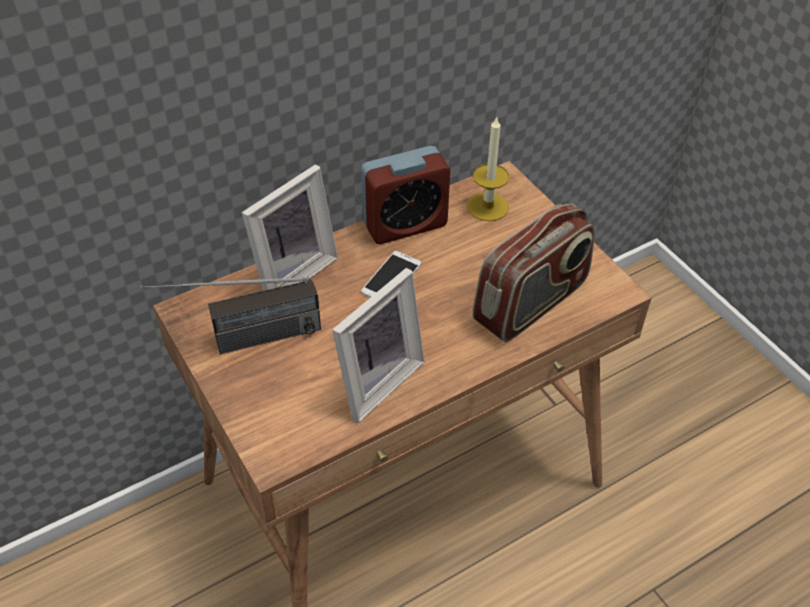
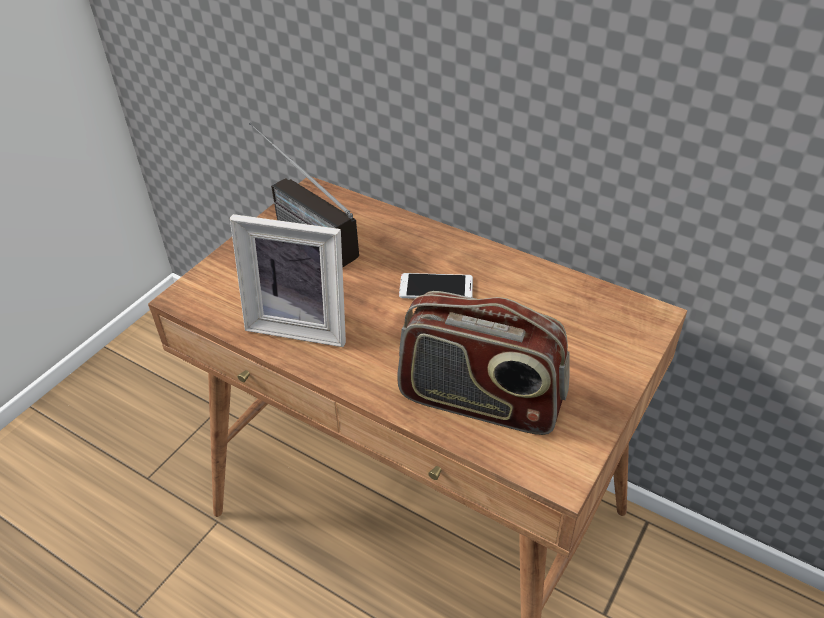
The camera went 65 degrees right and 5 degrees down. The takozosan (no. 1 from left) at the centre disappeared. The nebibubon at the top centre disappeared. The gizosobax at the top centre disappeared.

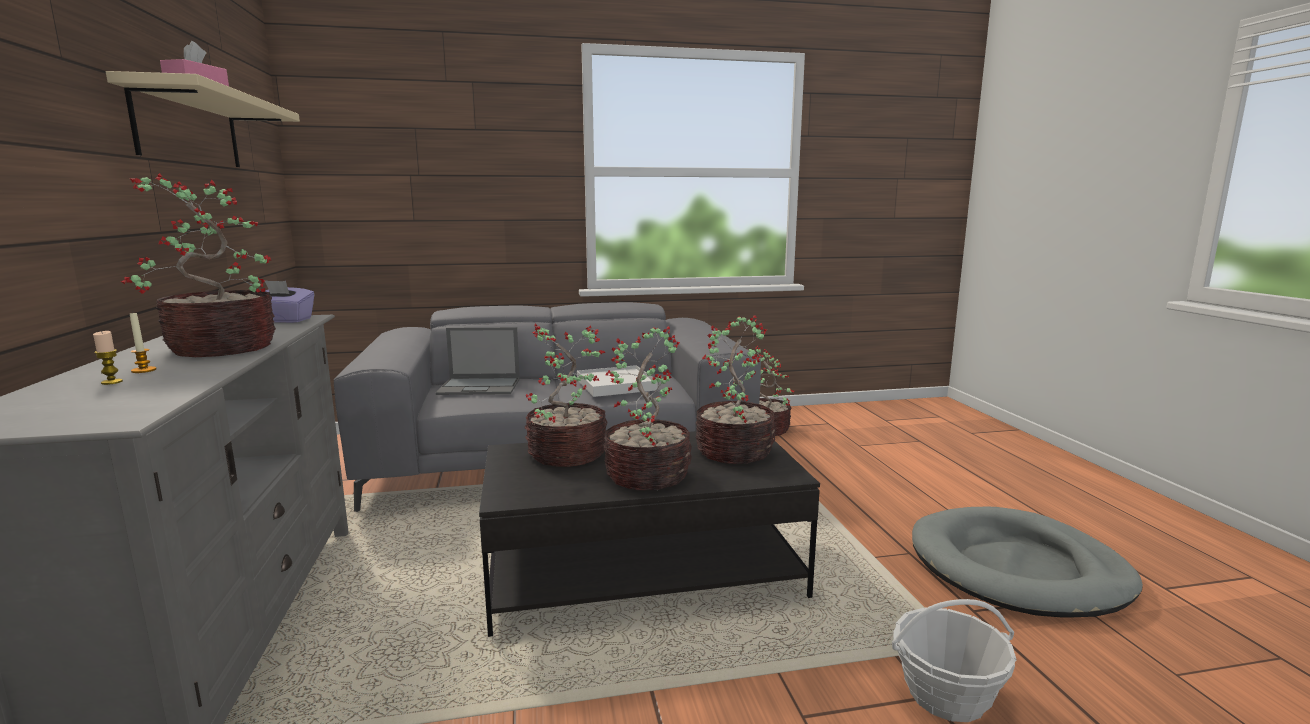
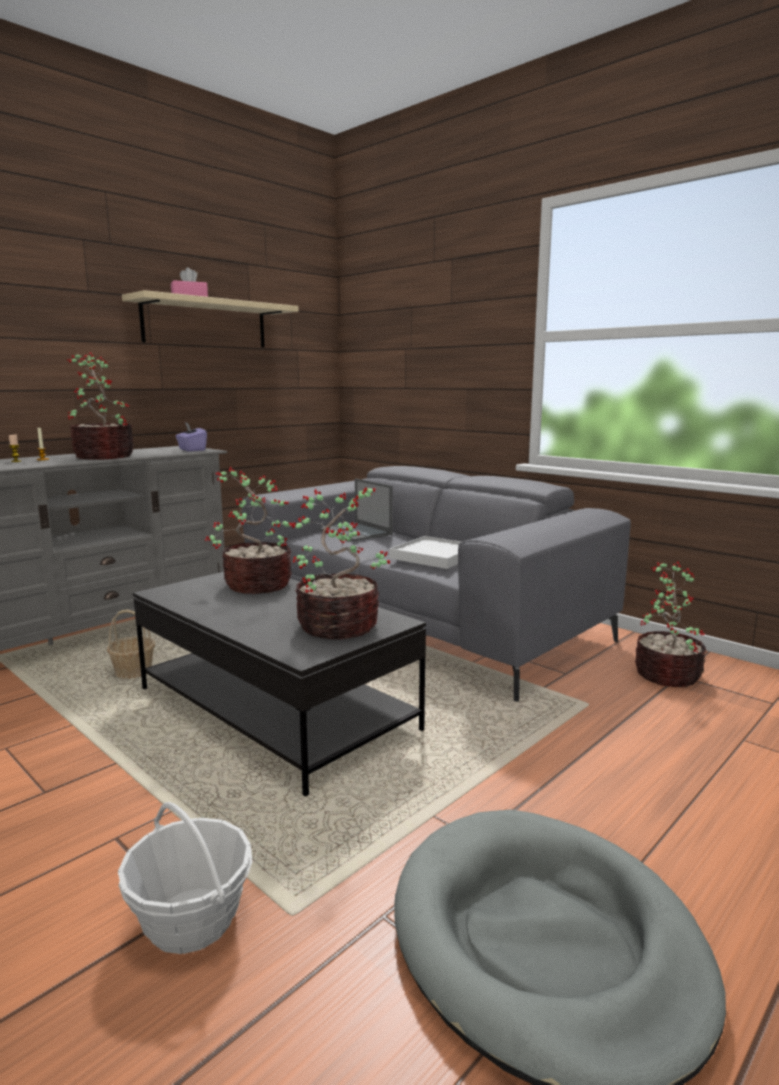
The camera went 55 degrees right and 0 degrees up. The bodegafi (no. 1 from left) at the middle left appeared. The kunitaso (no. 3 from left) at the centre disappeared.

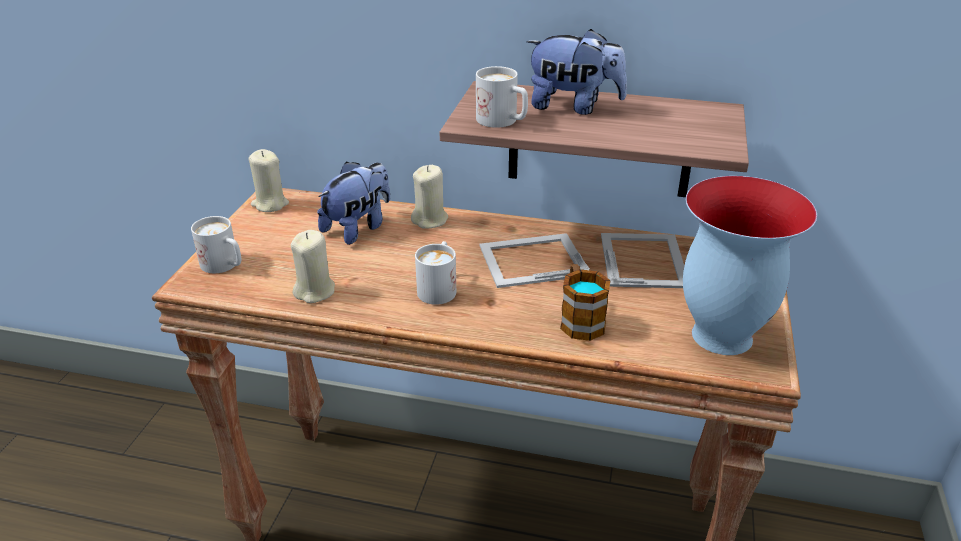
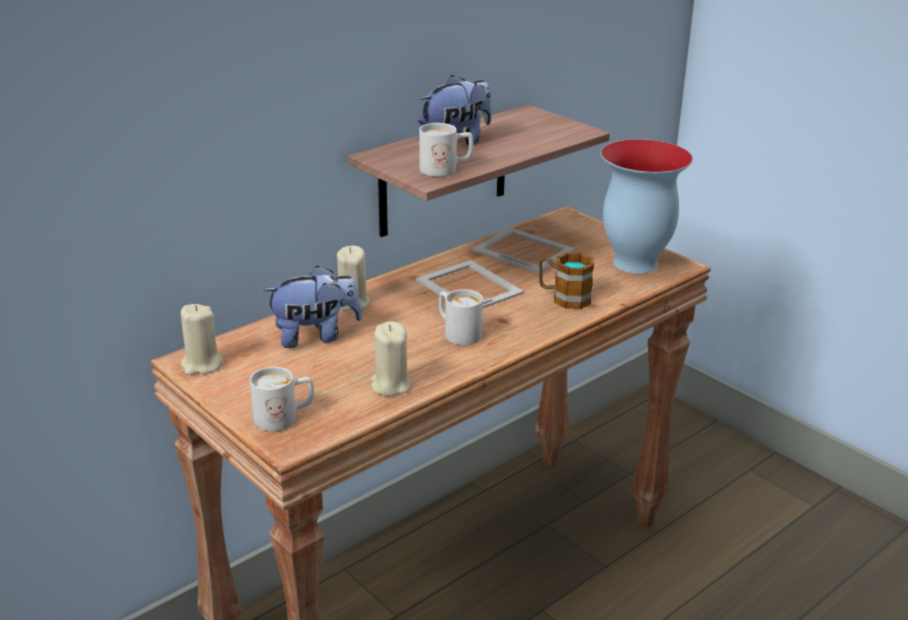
The camera went 55 degrees left and 5 degrees down. The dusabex (no. 1 from left) at the centre turned 90 degrees clockwise. The takozosan (no. 1 from left) at the centre turned 120 degrees clockwise.

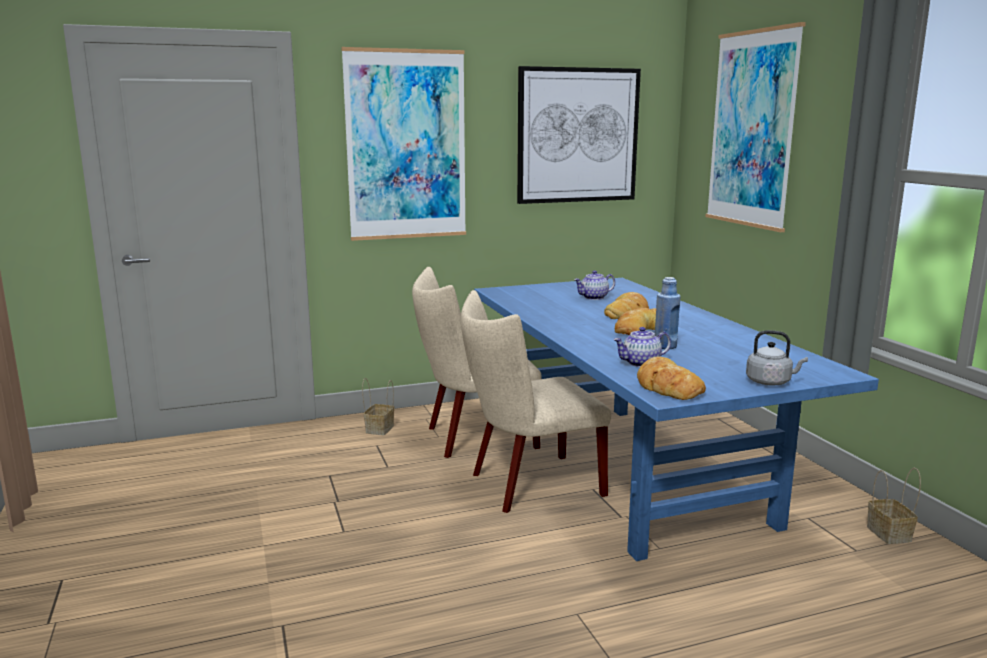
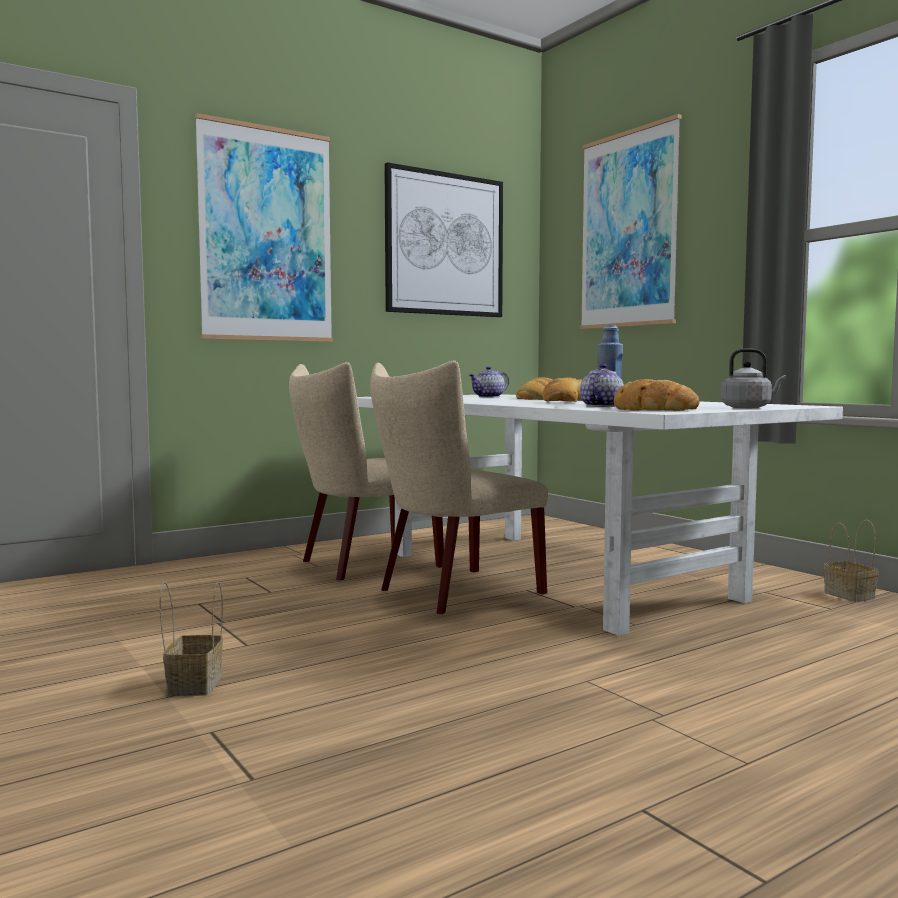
The camera went 15 degrees left and 10 degrees down. The bodegafi (no. 1 from left) moved from the centre to the bottom left. The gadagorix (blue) at the middle right became the gadagorix (white) at the middle right. The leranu (no. 2 from left) at the centre turned 150 degrees clockwise.

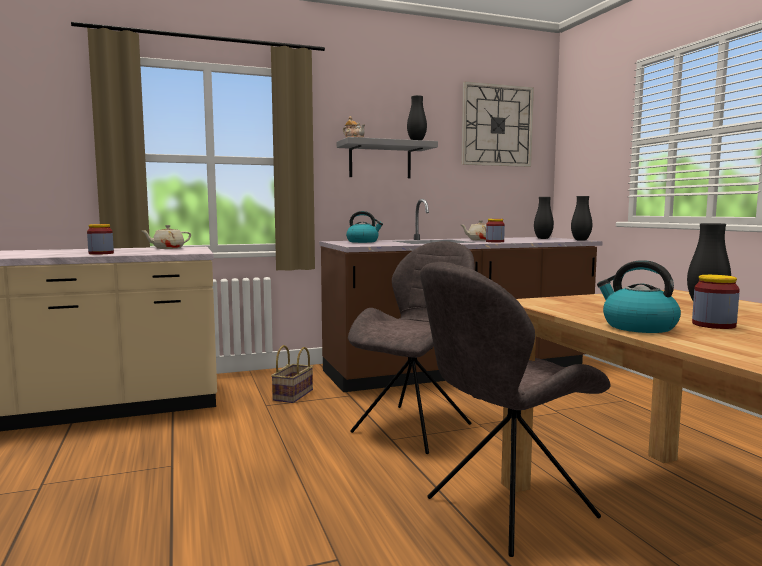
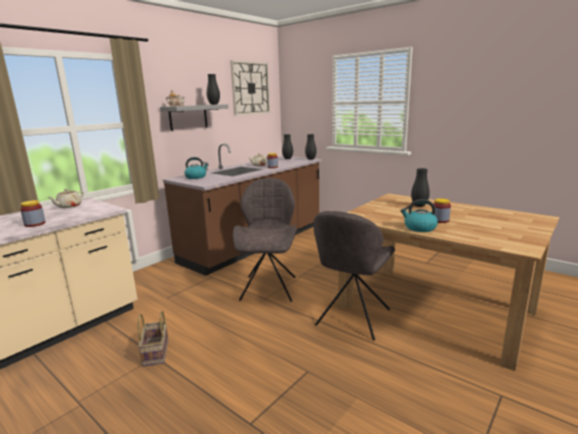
The camera went 30 degrees left and 10 degrees up. The bodegafi moved from the centre to the bottom left.

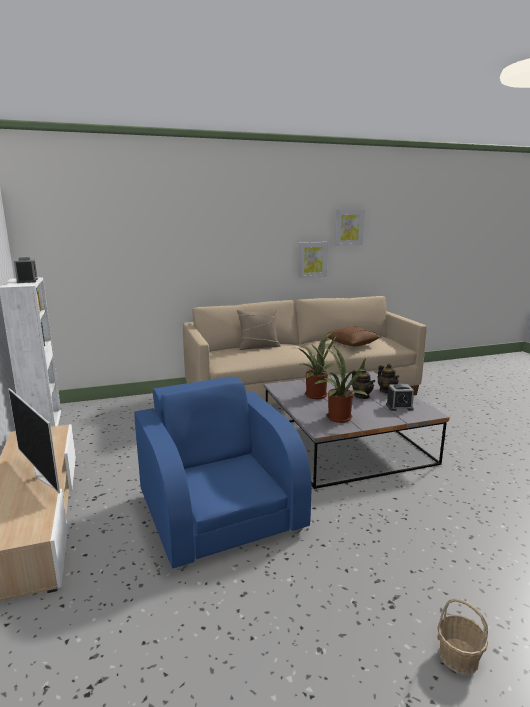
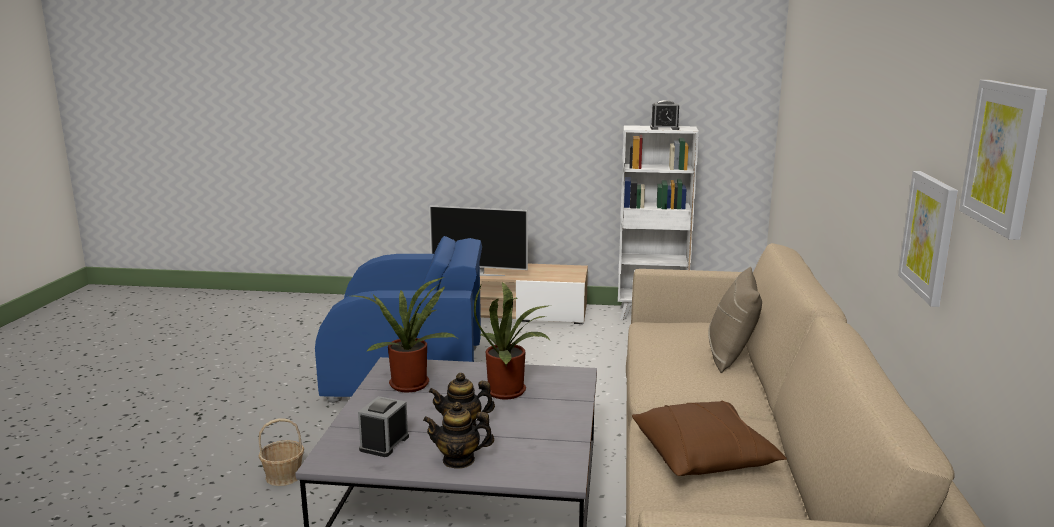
The camera went 115 degrees right and 0 degrees up. The bodegafi moved from the bottom right to the bottom left. The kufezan at the middle left turned 150 degrees counterclockwise.

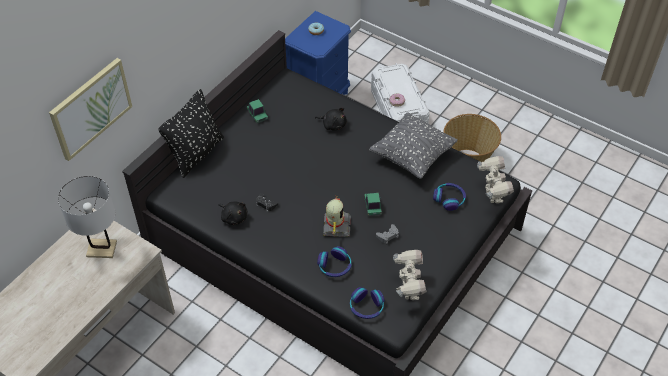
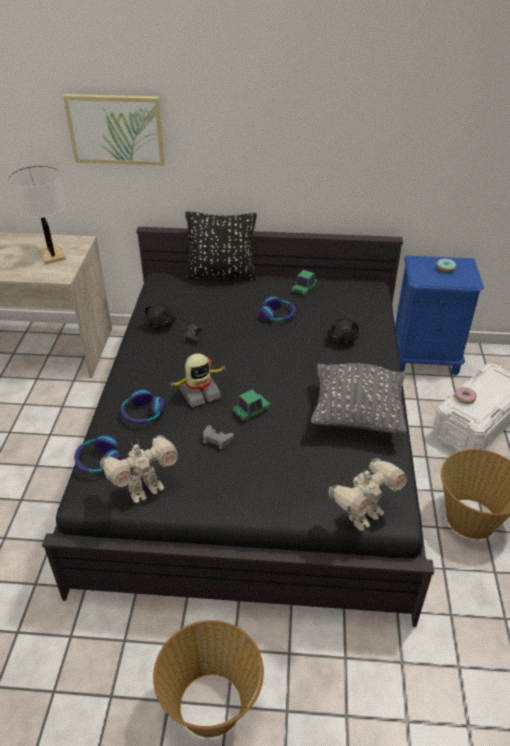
The camera went 60 degrees right and 10 degrees down. The bodegafi (no. 1 from left) at the bottom centre appeared. The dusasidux (no. 3 from left) moved from the middle right to the centre.

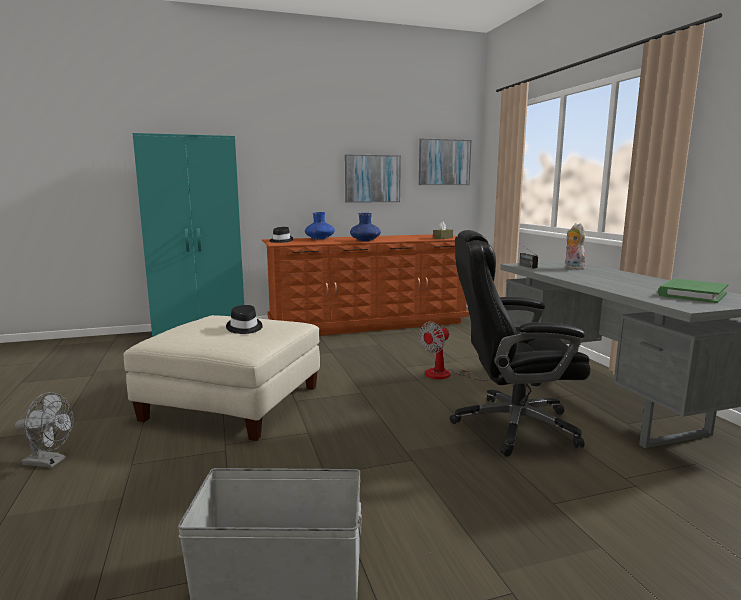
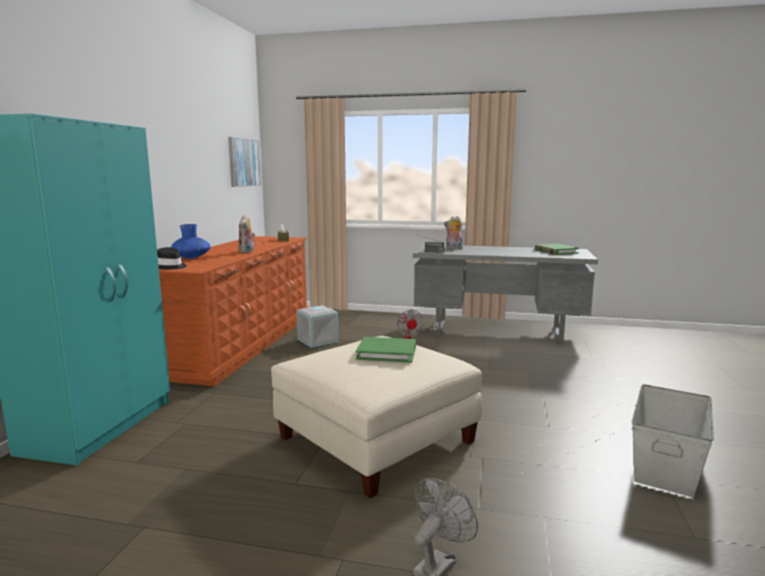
The camera went 60 degrees left and 0 degrees up. The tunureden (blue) (no. 2 from left) at the centre was replaced by the dusabex (no. 1 from left) at the middle left. The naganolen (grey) (no. 1 from left) at the centre appeared. The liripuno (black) (no. 1 from left) at the middle left was replaced by the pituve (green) (no. 1 from left) at the centre. The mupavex (no. 1 from left) at the top centre disappeared. The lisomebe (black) at the middle right disappeared.

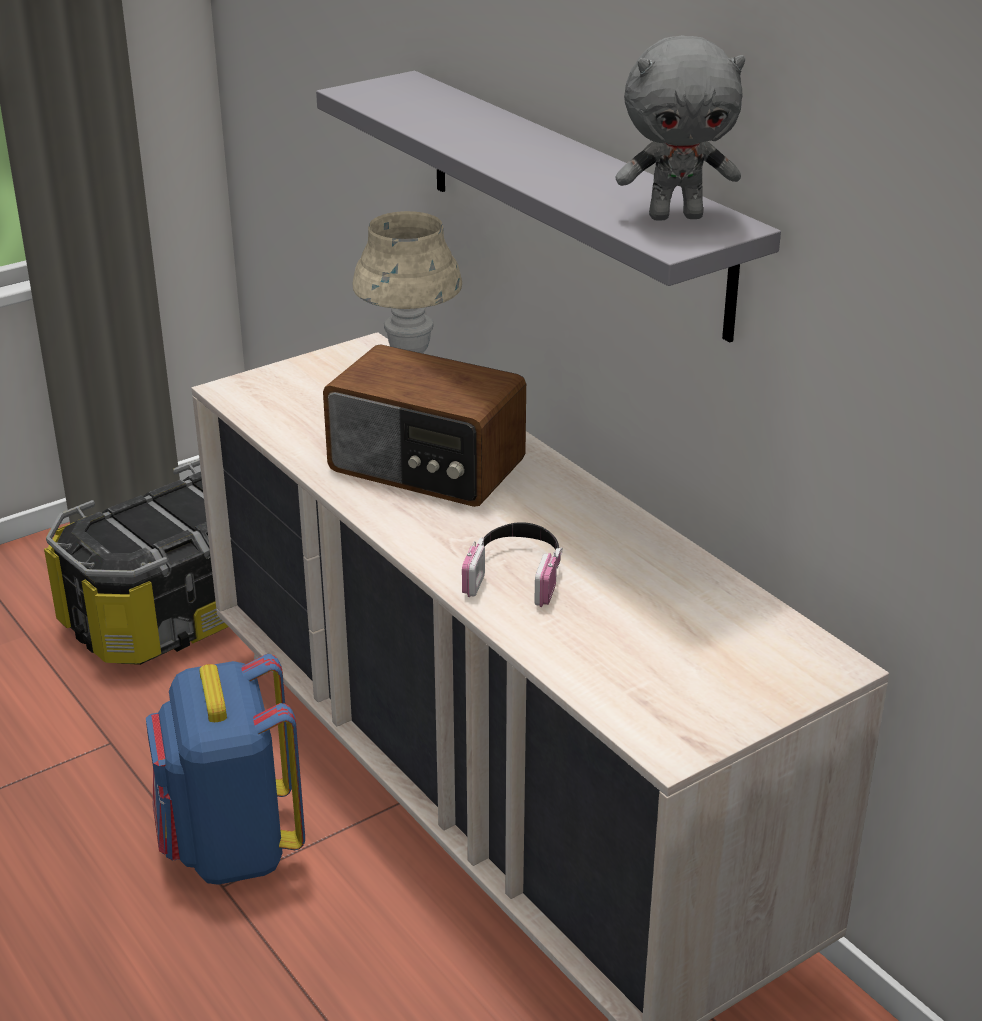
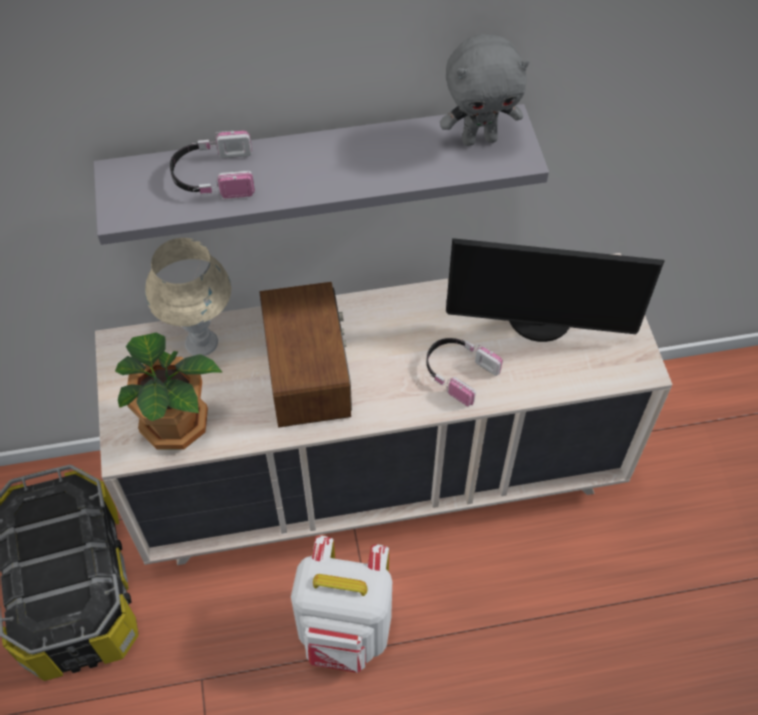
The camera went 65 degrees left and 25 degrees up. The kunitaso at the middle left appeared. The dusasidux (no. 1 from left) at the top left appeared. The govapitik at the centre turned 60 degrees counterclockwise. The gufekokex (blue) at the bottom left became the gufekokex (white) at the bottom centre. The dusabex (grey) at the top right turned 60 degrees clockwise. The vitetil at the middle right appeared.

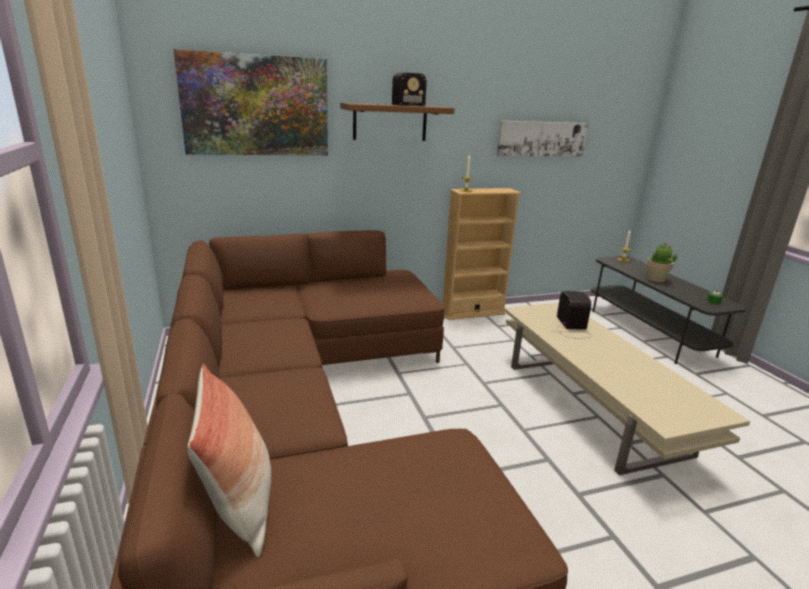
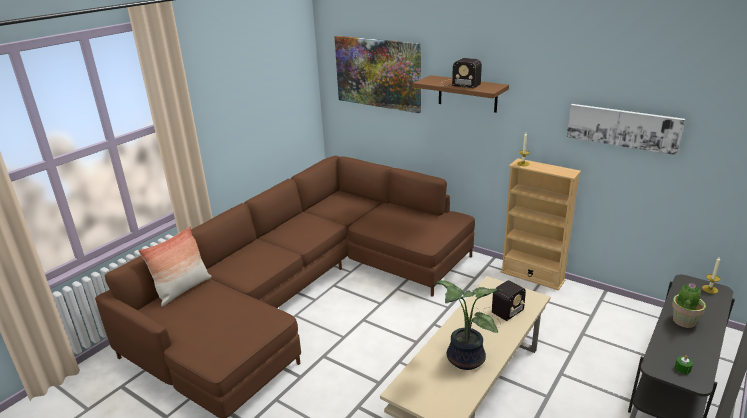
The camera went 55 degrees right and 5 degrees up. The kunitaso (no. 1 from left) at the bottom centre appeared.

